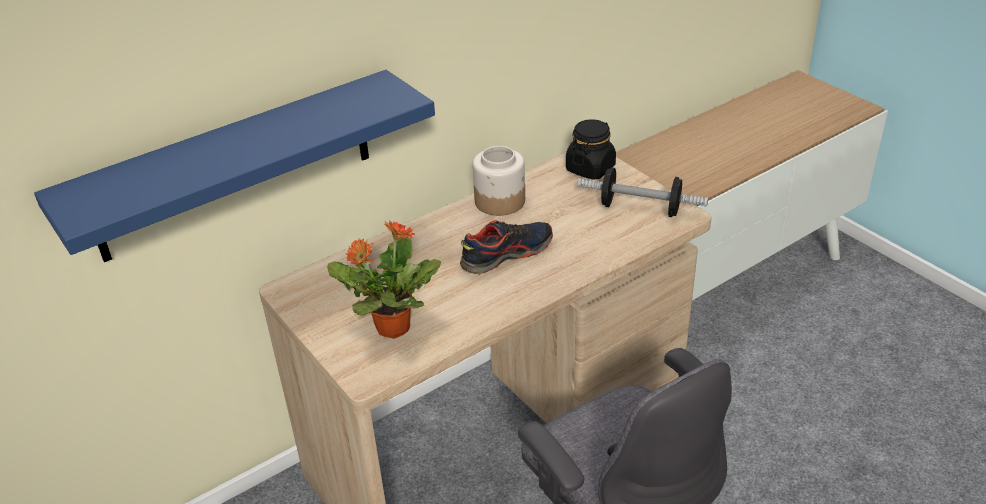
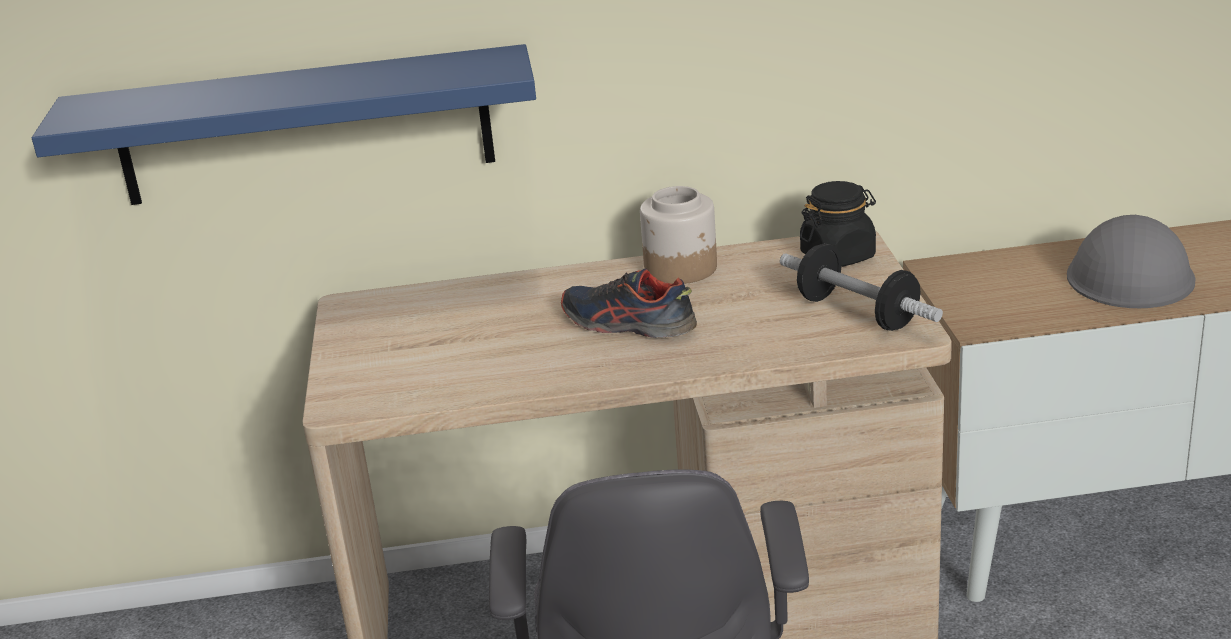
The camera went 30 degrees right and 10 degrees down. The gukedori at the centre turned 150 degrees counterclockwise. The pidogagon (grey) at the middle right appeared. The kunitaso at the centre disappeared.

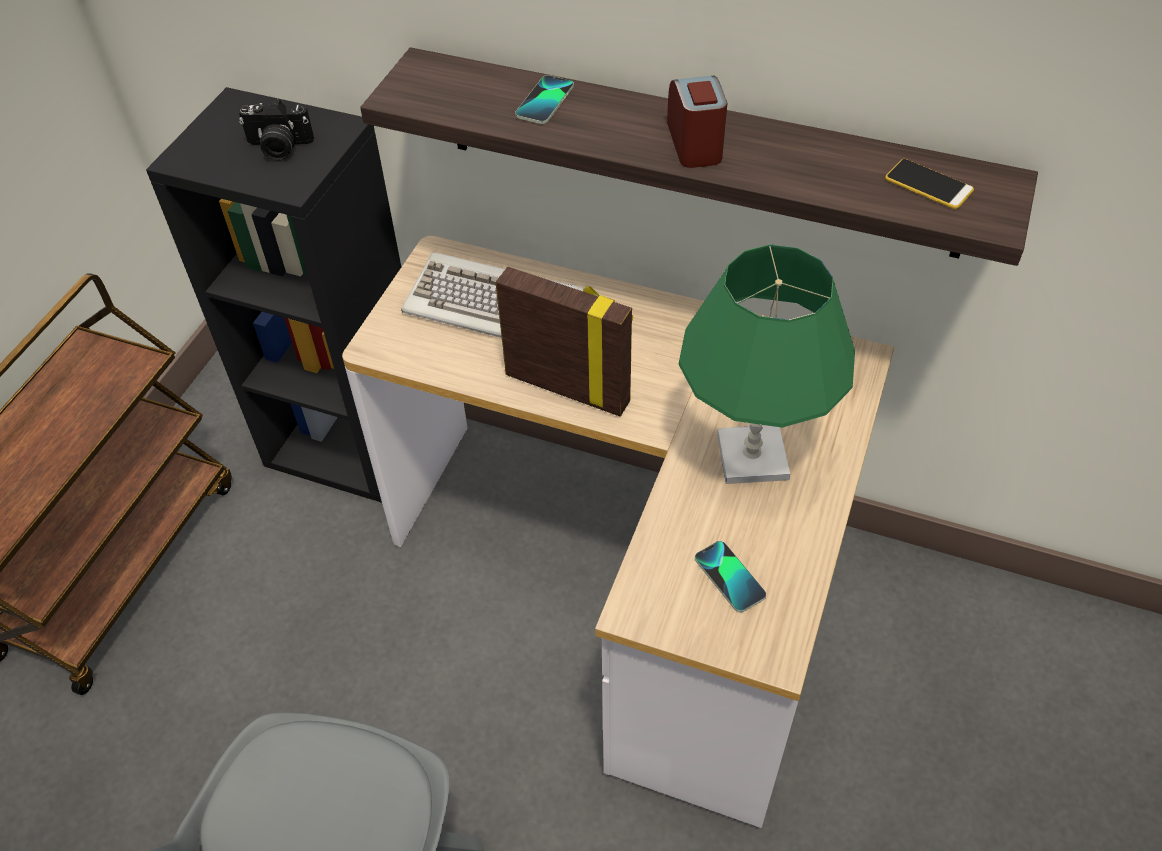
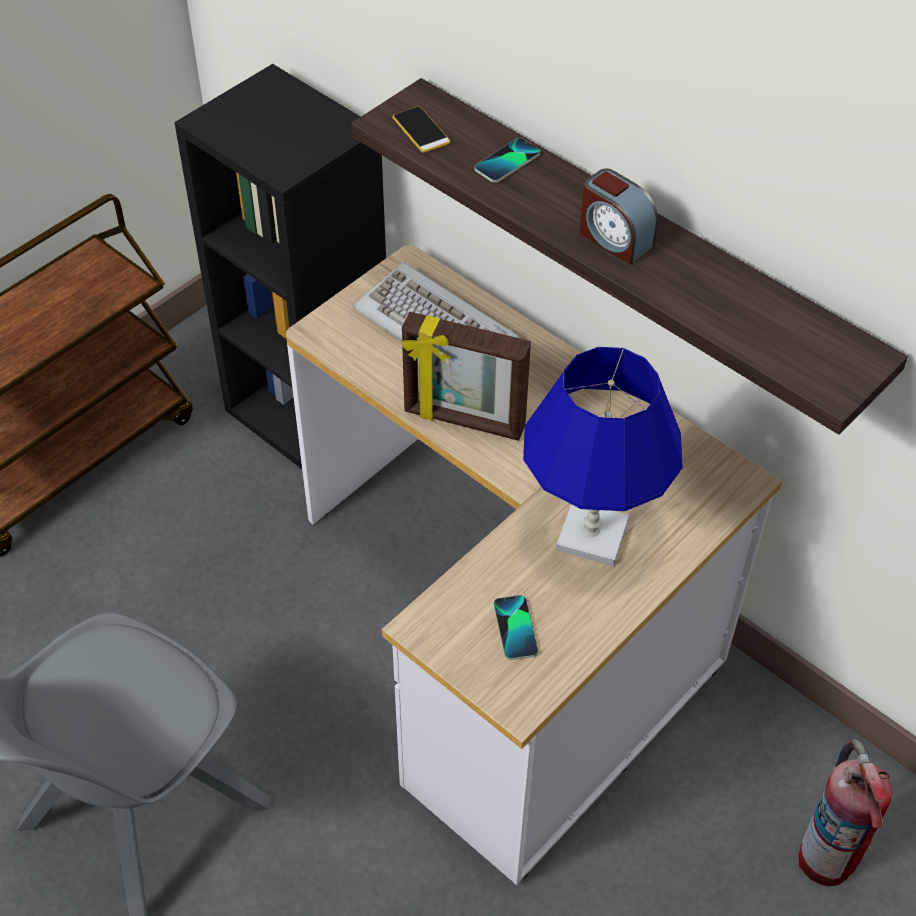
The camera went 20 degrees right and 0 degrees up. The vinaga (no. 3 from left in the first image) moved from the top right to the top centre. The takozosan at the centre turned 150 degrees clockwise. The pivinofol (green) at the centre became the pivinofol (blue) at the centre. The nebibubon at the top centre turned 120 degrees clockwise. The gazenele at the bottom right appeared. The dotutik at the top left disappeared.

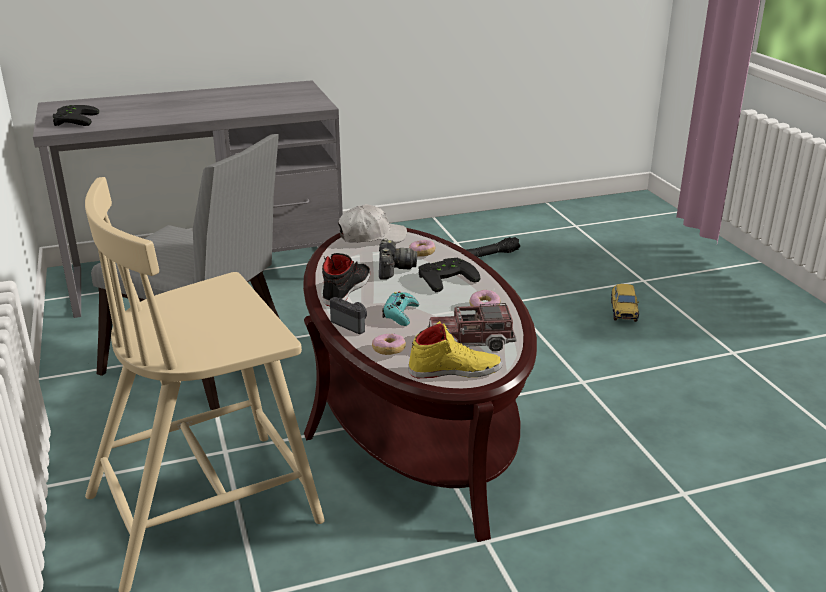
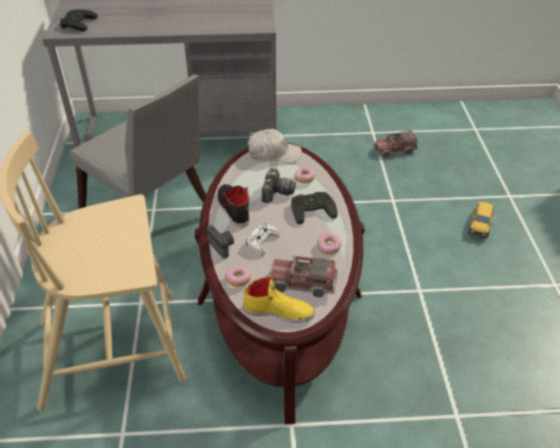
The camera went 15 degrees right and 15 degrees up. The gukedori (black) at the centre turned 60 degrees counterclockwise. The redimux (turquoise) at the centre became the redimux (white) at the centre. The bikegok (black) at the centre was replaced by the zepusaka (no. 2 from left) at the top right.

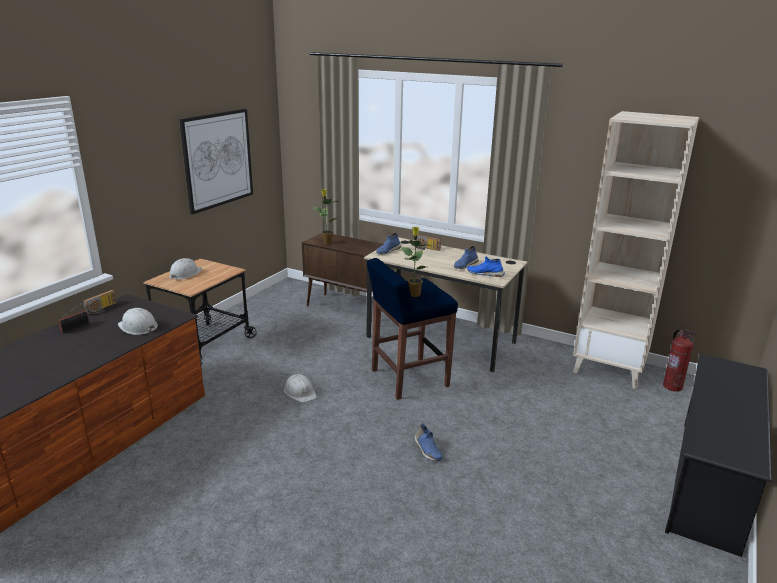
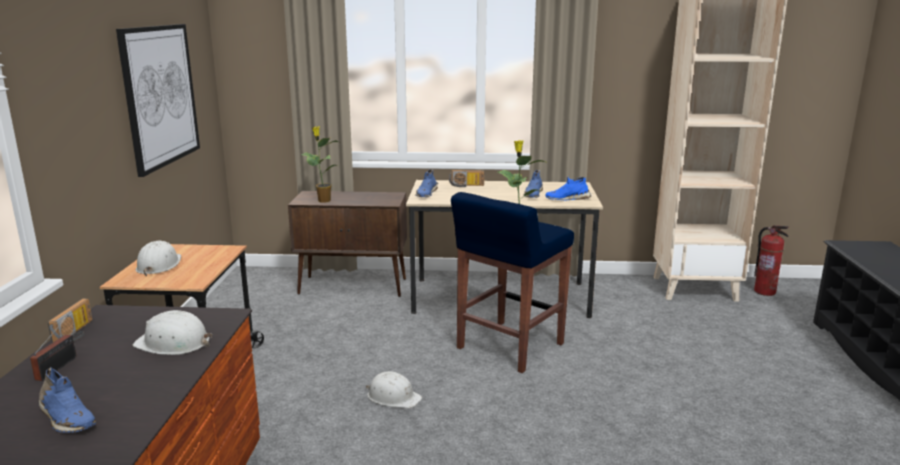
The camera went 25 degrees left and 5 degrees down. The gukedori (blue) (no. 2 from left in the first image) moved from the bottom centre to the bottom left.

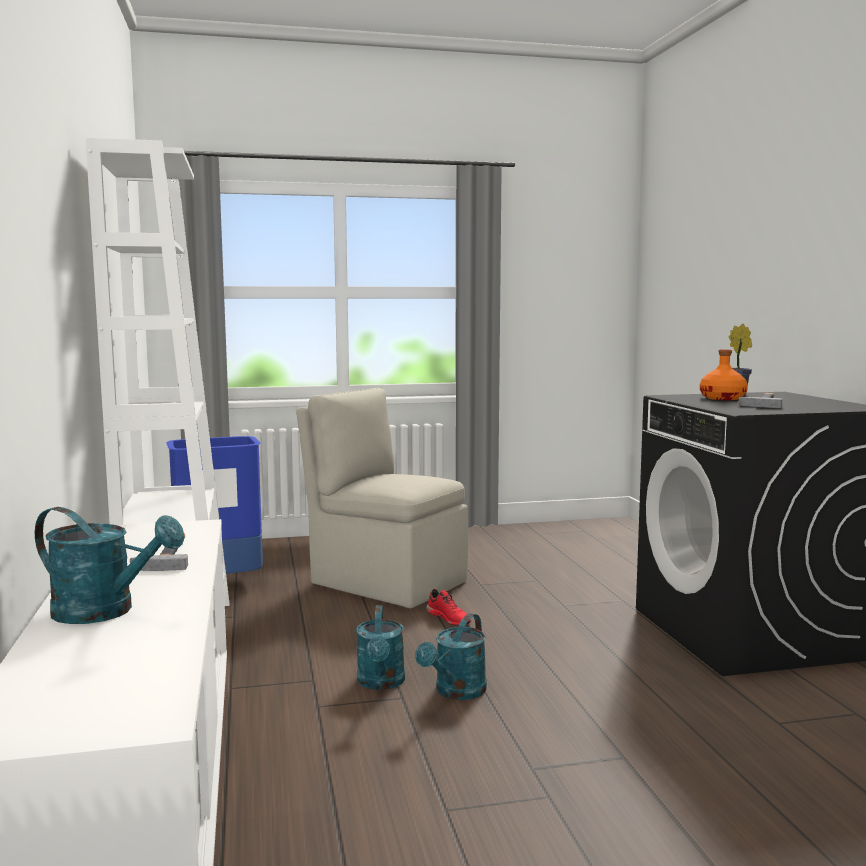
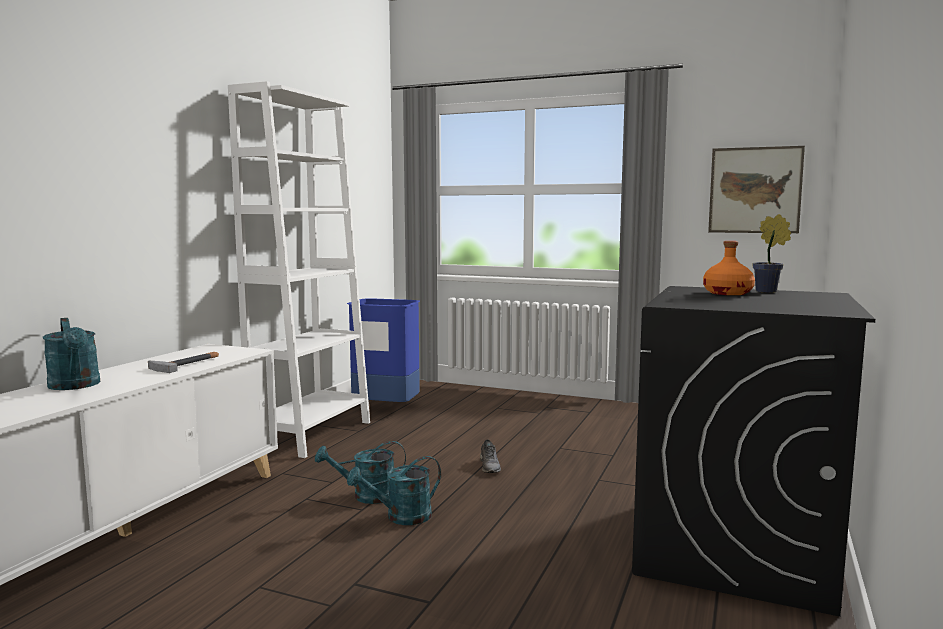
The camera went 35 degrees right and 0 degrees up. The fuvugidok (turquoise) (no. 2 from left) at the bottom centre turned 45 degrees clockwise. The gukedori (red) at the bottom centre became the gukedori (grey) at the bottom centre. The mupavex at the top right appeared. The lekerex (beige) at the centre disappeared. The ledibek (no. 2 from left) at the middle right disappeared.

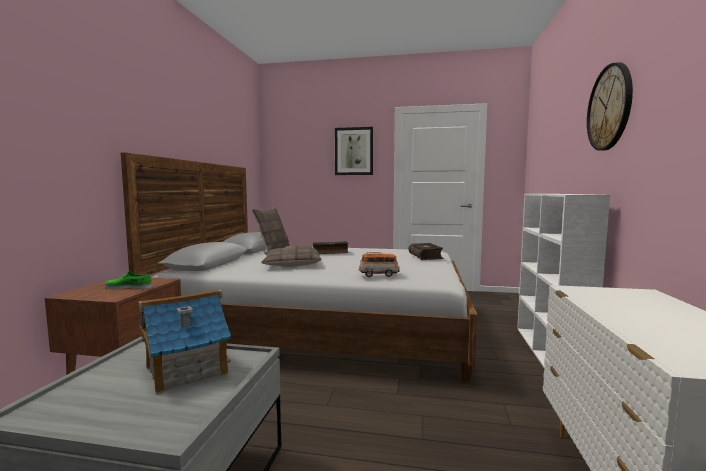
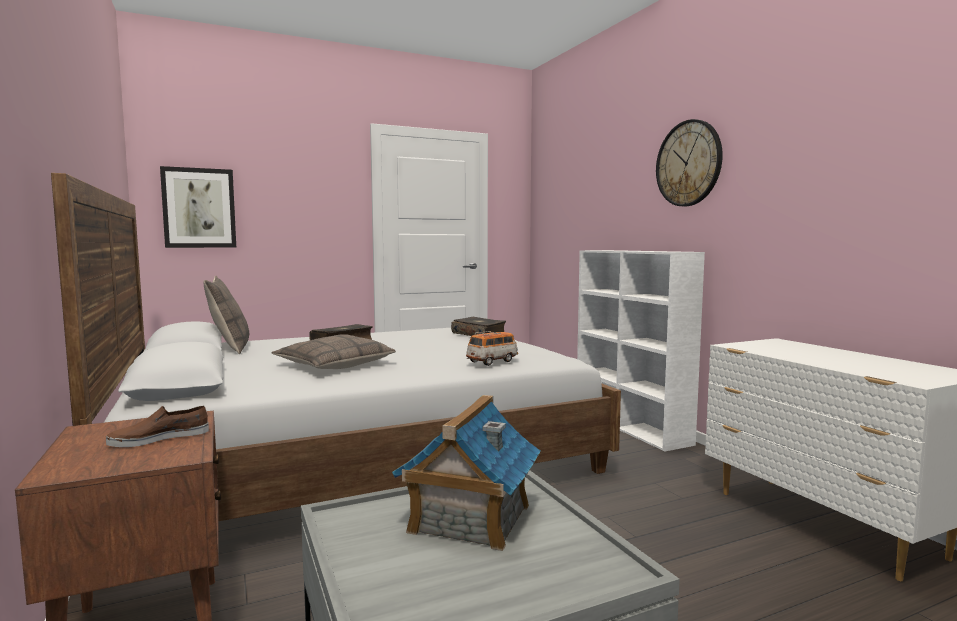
The camera went 35 degrees left and 0 degrees up. The gukedori (green) at the middle left became the gukedori (brown) at the bottom left. The mupavex moved from the top centre to the middle left.

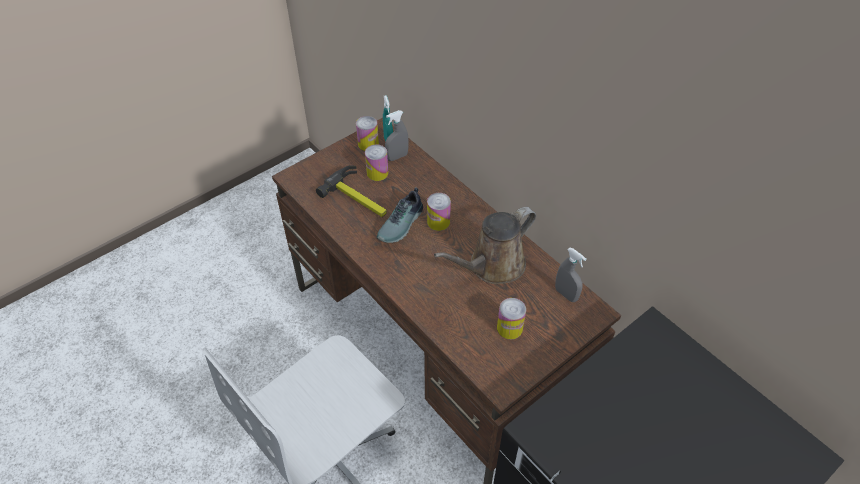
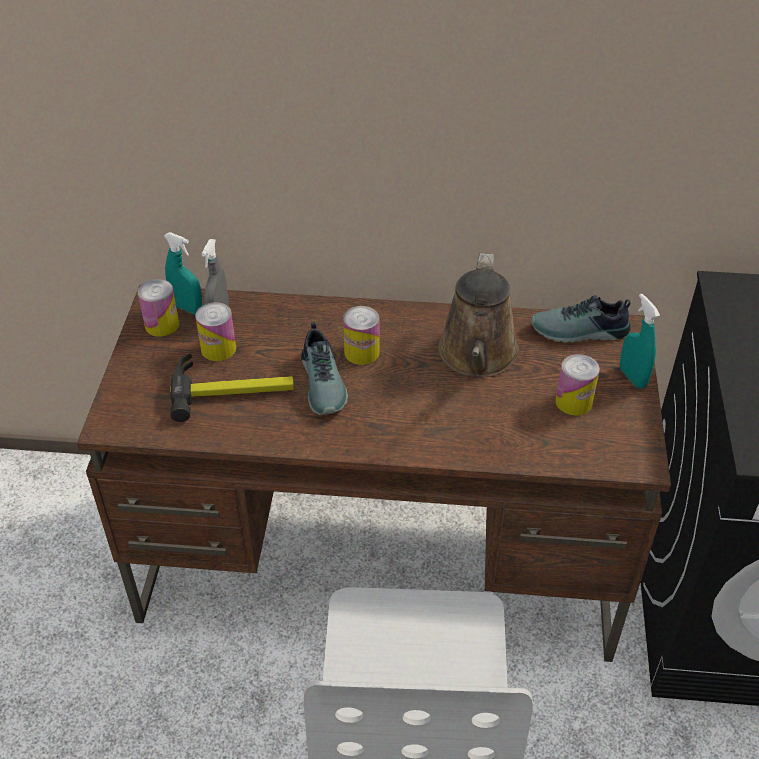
The camera went 45 degrees left and 5 degrees down. The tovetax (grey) (no. 2 from left) at the centre was replaced by the gukedori (no. 2 from left) at the middle right. The tovetax (turquoise) (no. 2 from left) at the middle right appeared.

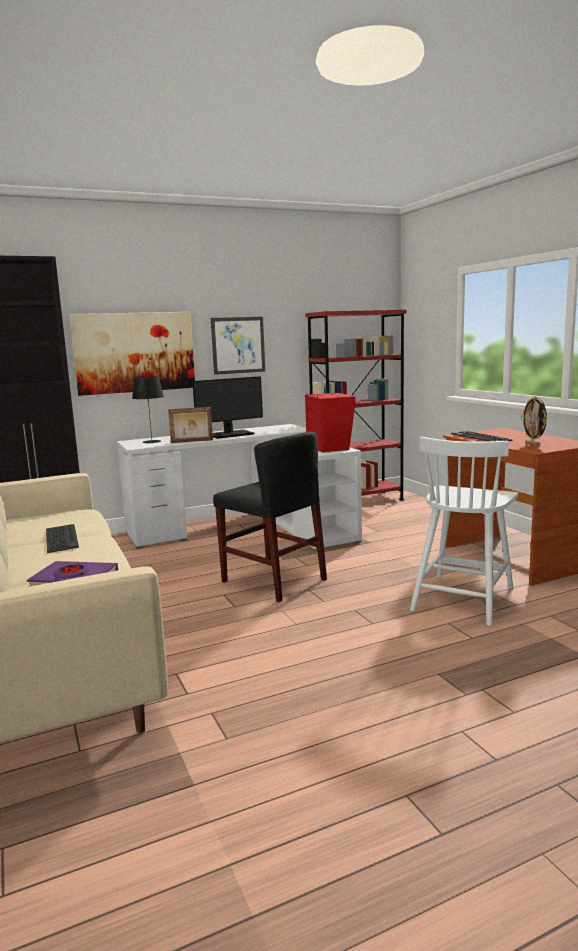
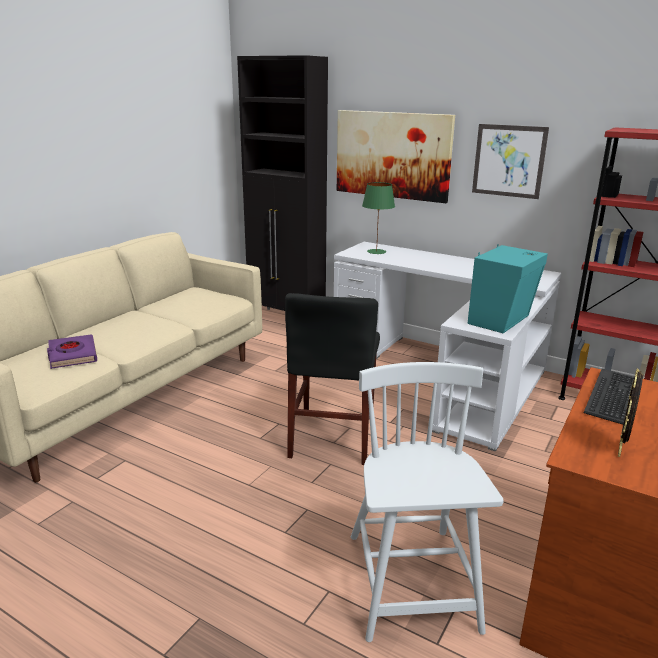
The camera went 55 degrees right and 10 degrees up. The lekerex (white) at the middle right turned 90 degrees clockwise. The pivinofol (black) at the middle left became the pivinofol (green) at the top centre. The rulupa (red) at the centre became the rulupa (turquoise) at the middle right. The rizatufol (no. 1 from left) at the middle left disappeared. The takozosan (no. 1 from left) at the middle left disappeared. The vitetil at the centre disappeared.

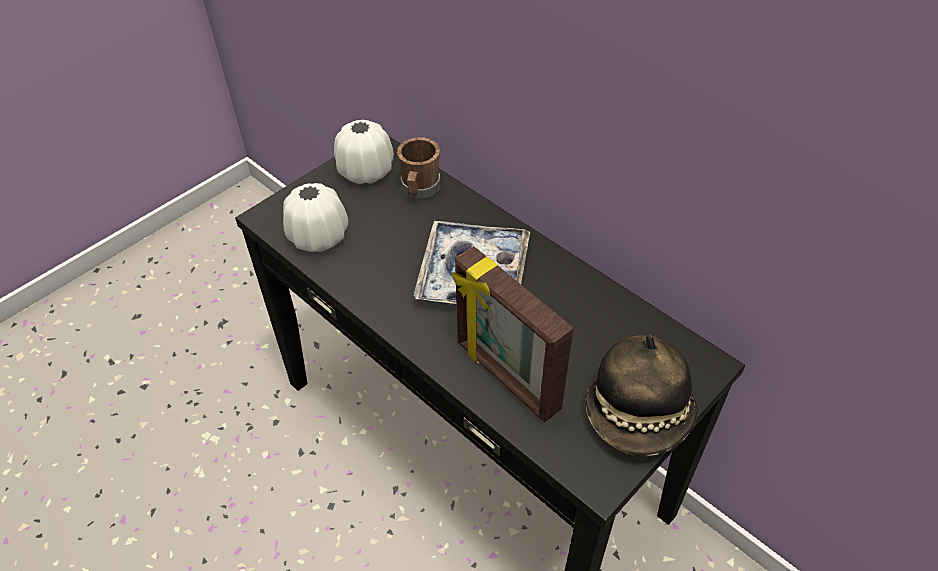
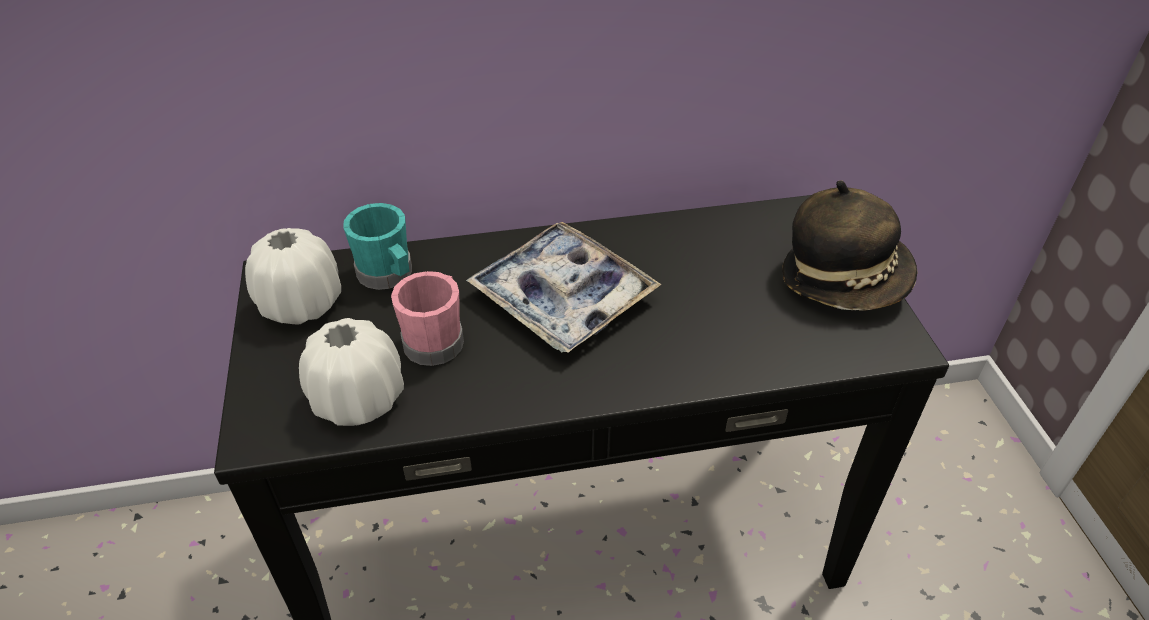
The camera went 55 degrees left and 5 degrees down. The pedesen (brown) at the top centre became the pedesen (turquoise) at the middle left. The pedesen (pink) at the centre appeared. The takozosan at the centre disappeared.

